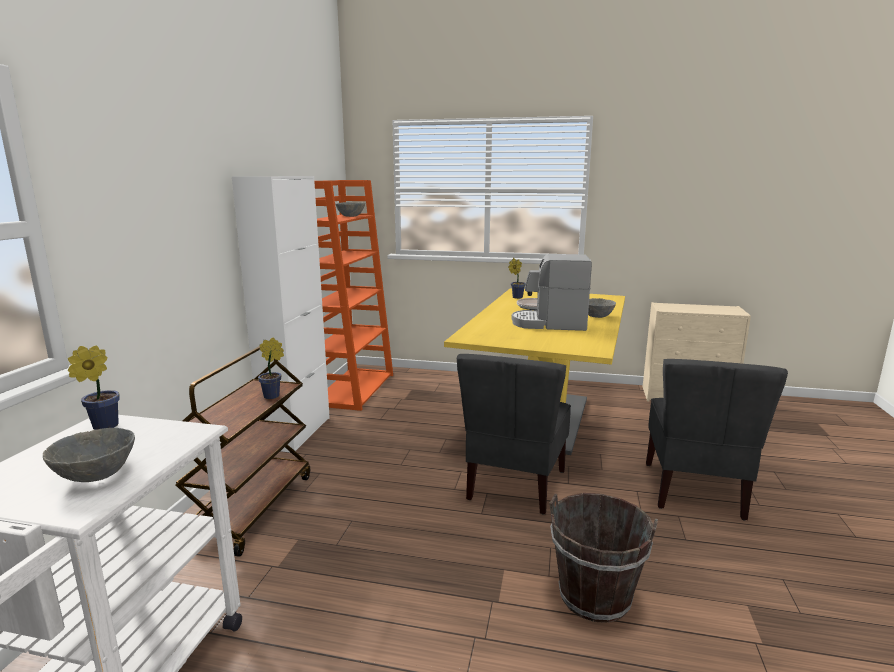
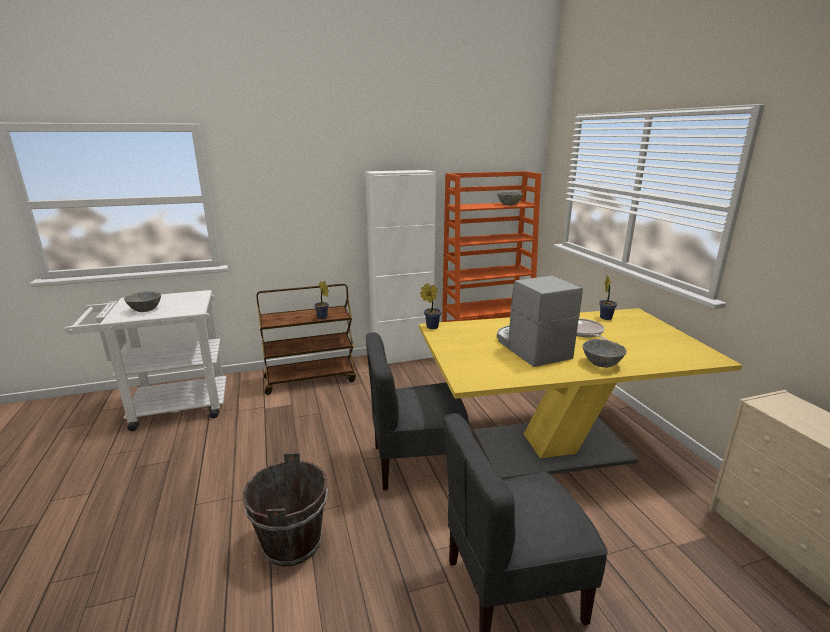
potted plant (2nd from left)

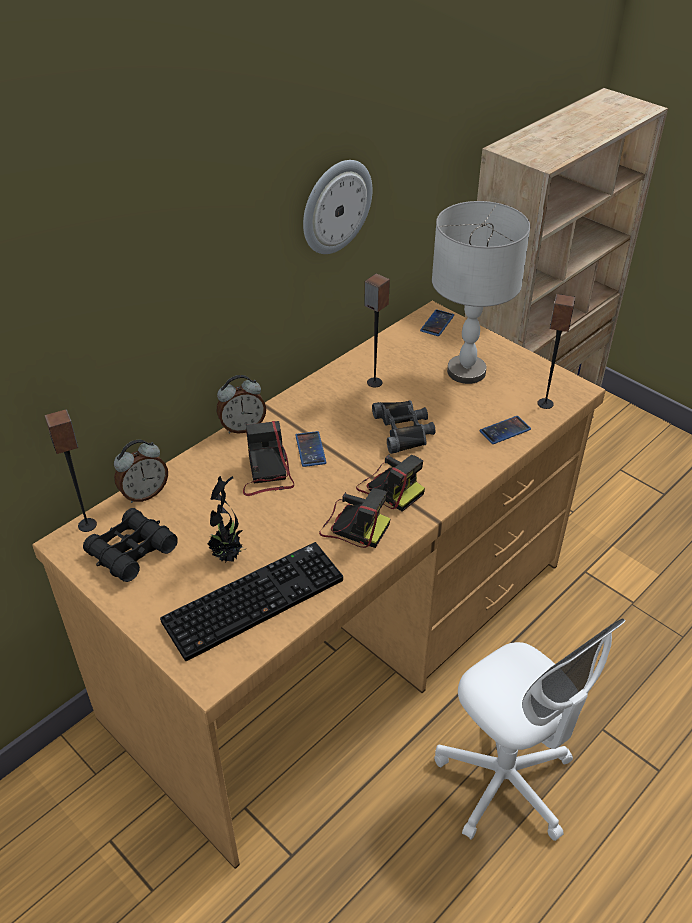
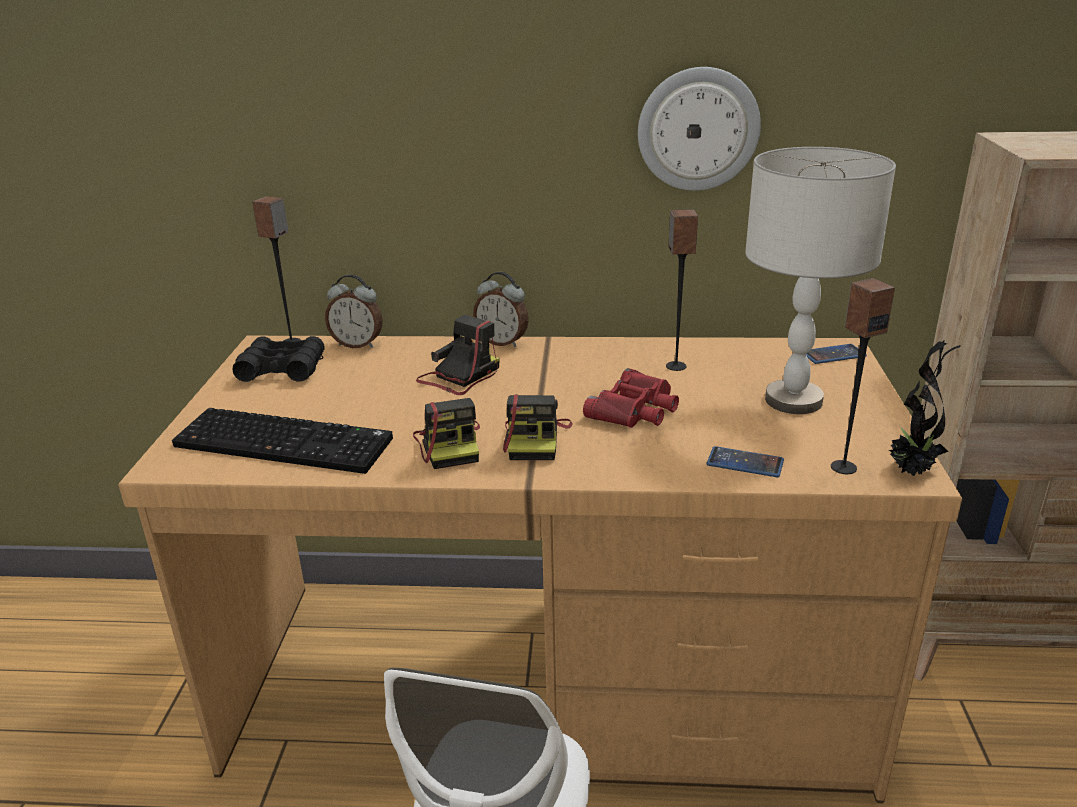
potted plant
telephone (1st from left in the first image)
red-coloured pair of binoculars

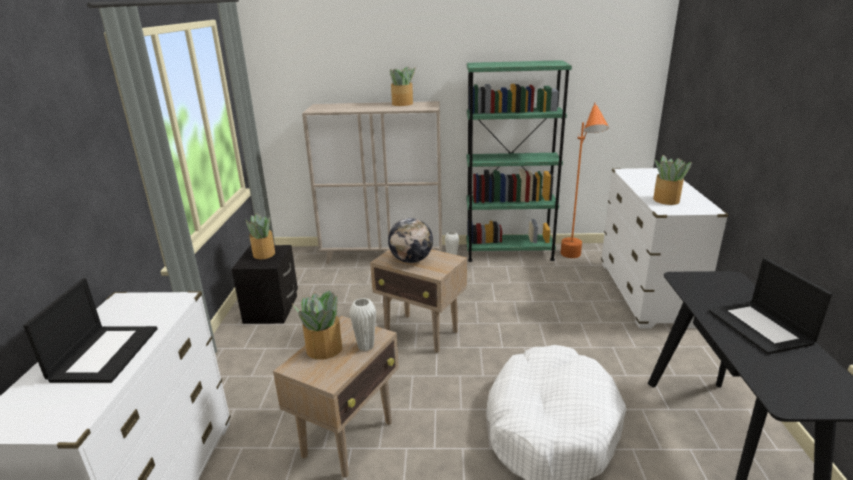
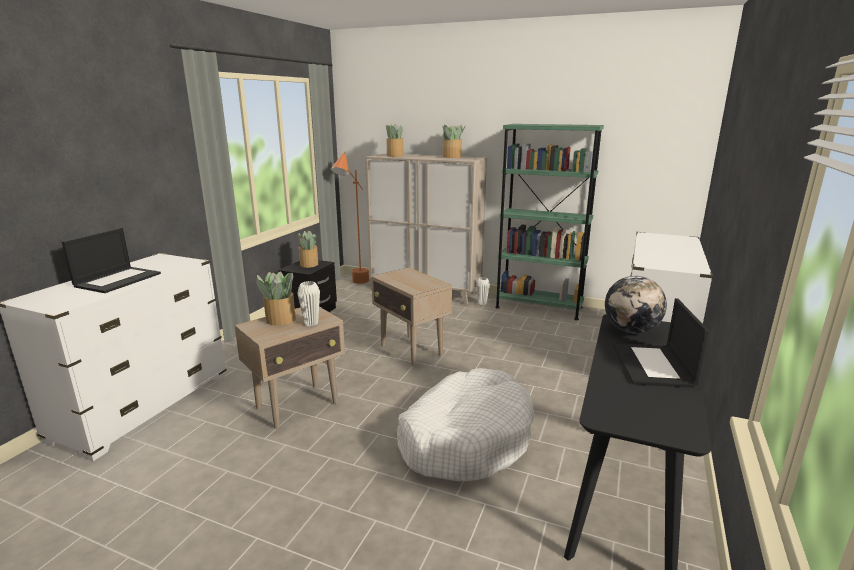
desk globe
orangey standing lamp
potted plant (3rd from left)

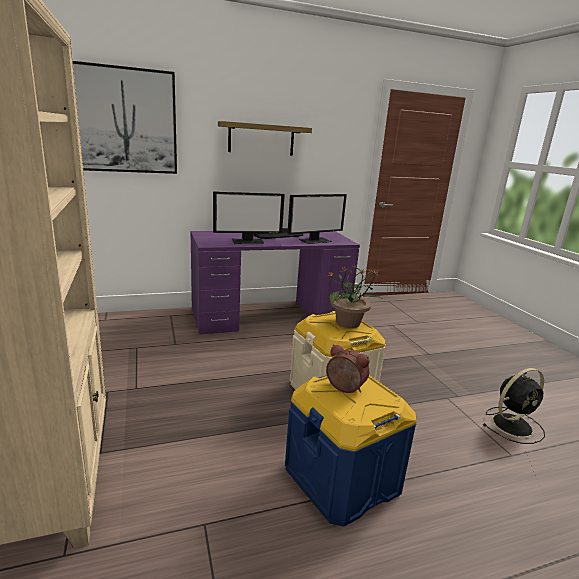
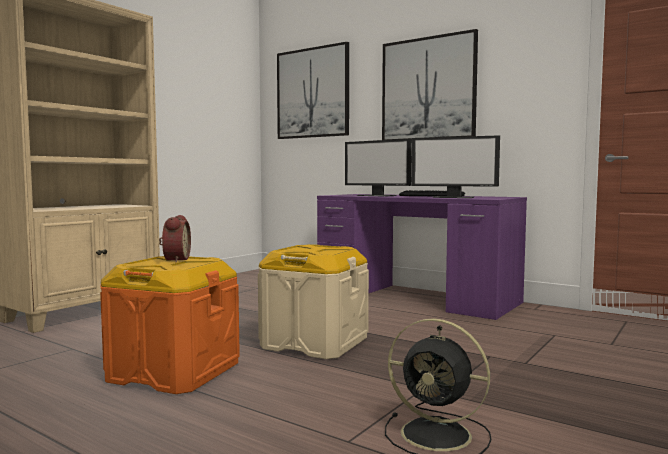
picture (2nd from left)
orangey storage container
potted plant

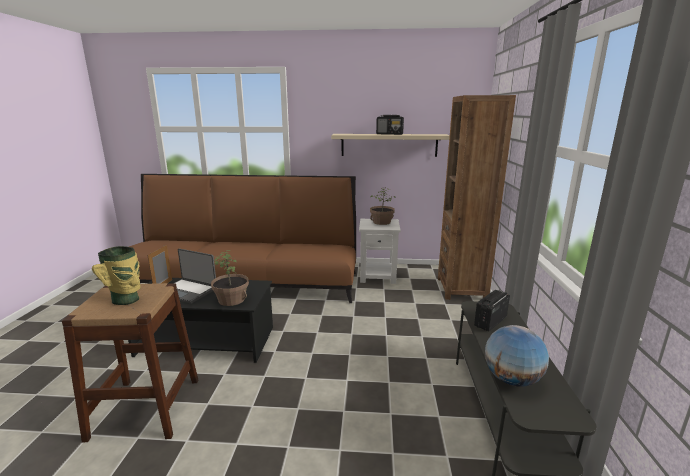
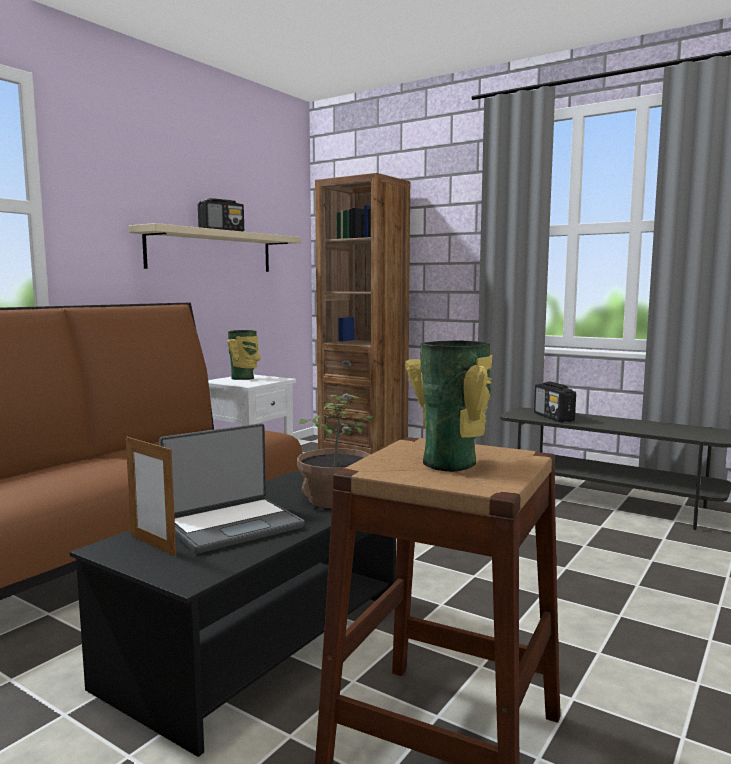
vase (1st from left)
desk globe

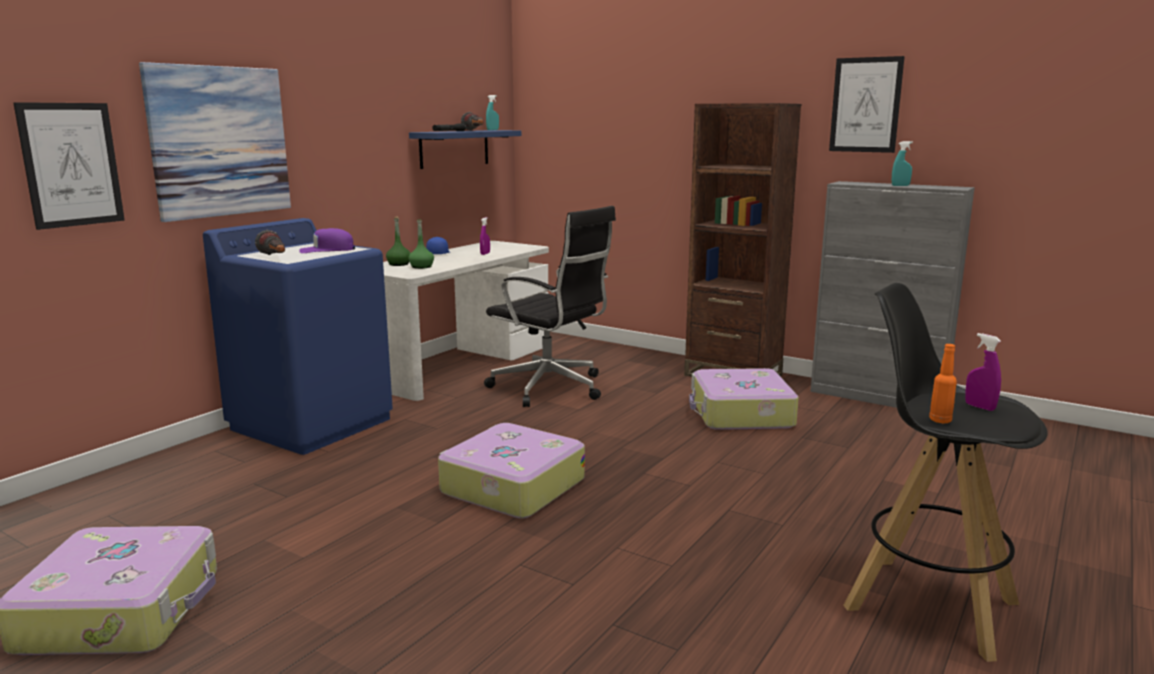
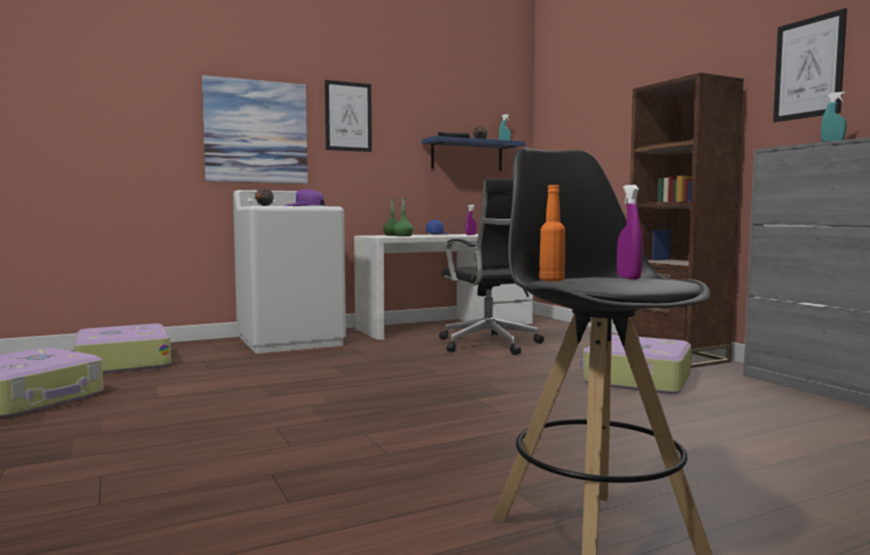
picture (2nd from left)
whitish laundry appliance
travel case (2nd from left)

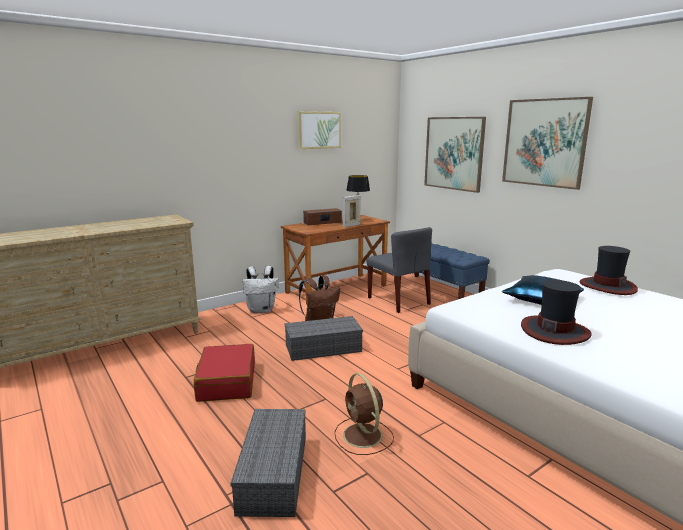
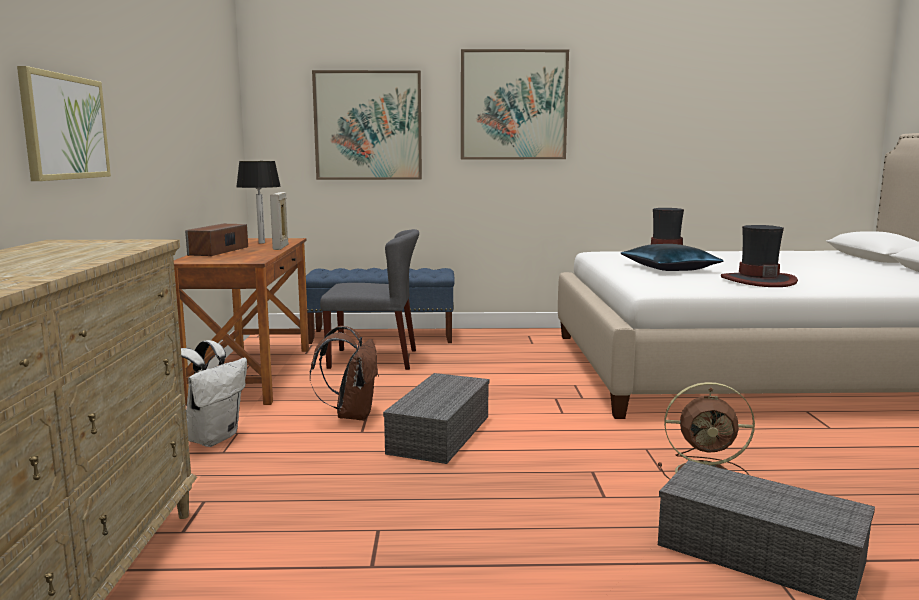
red-coloured travel case
picture (1st from left)

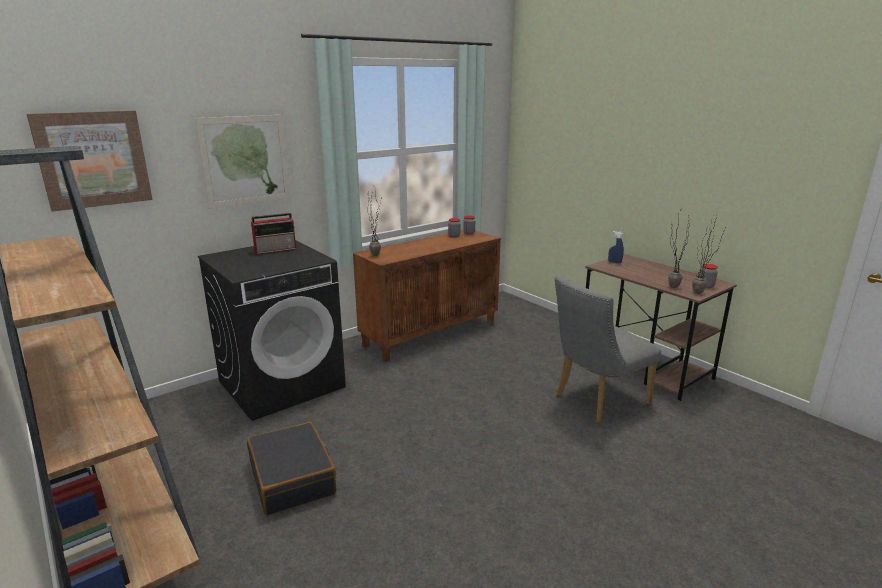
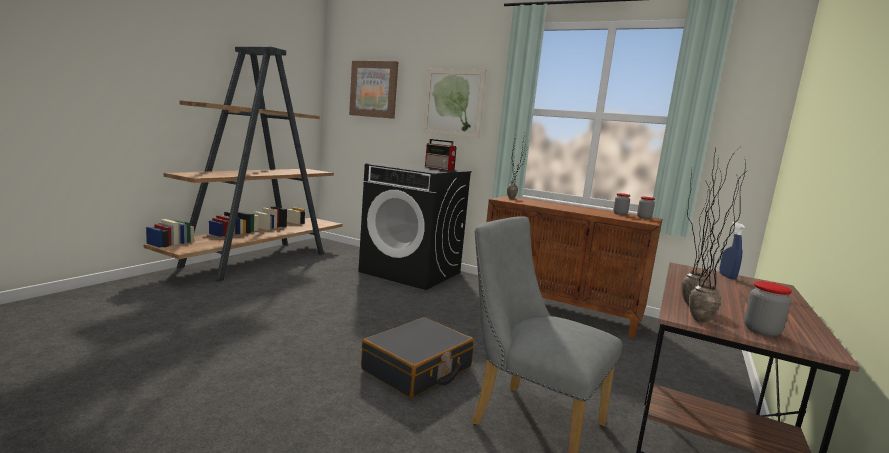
black-coloured travel case

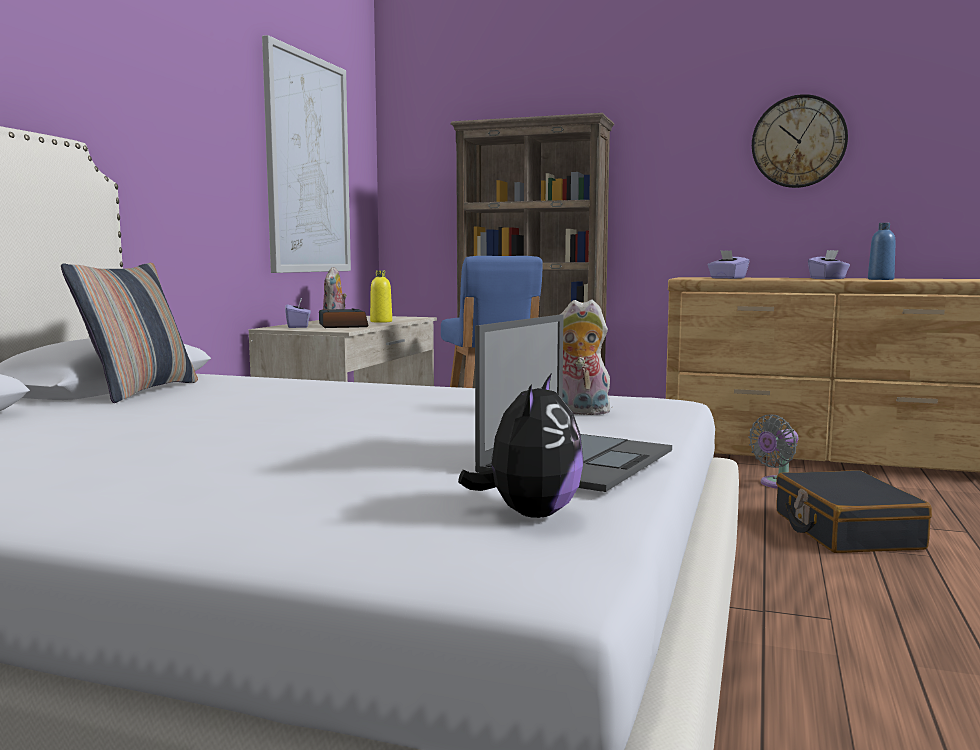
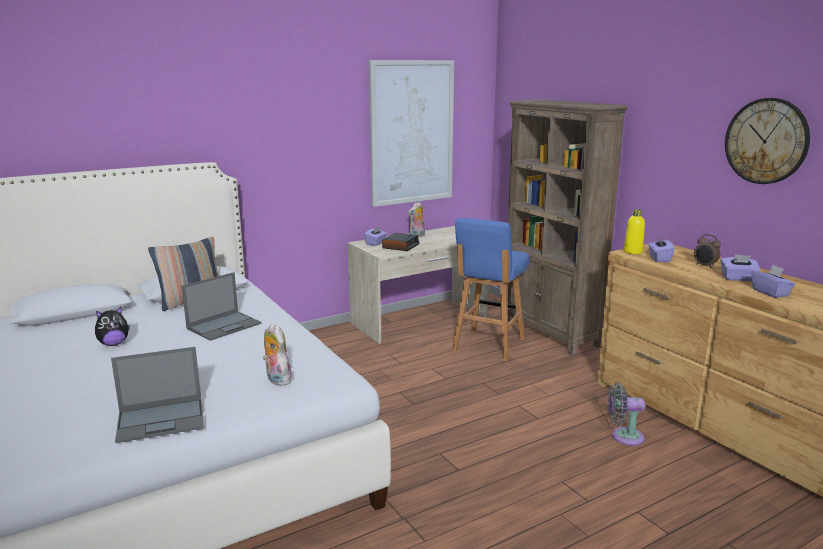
yellow-coloured bottle
soft toy (1st from left)
black-coloured travel case
purplish box of tissues (4th from left)
notebook computer (2nd from left)
table clock (2nd from left)

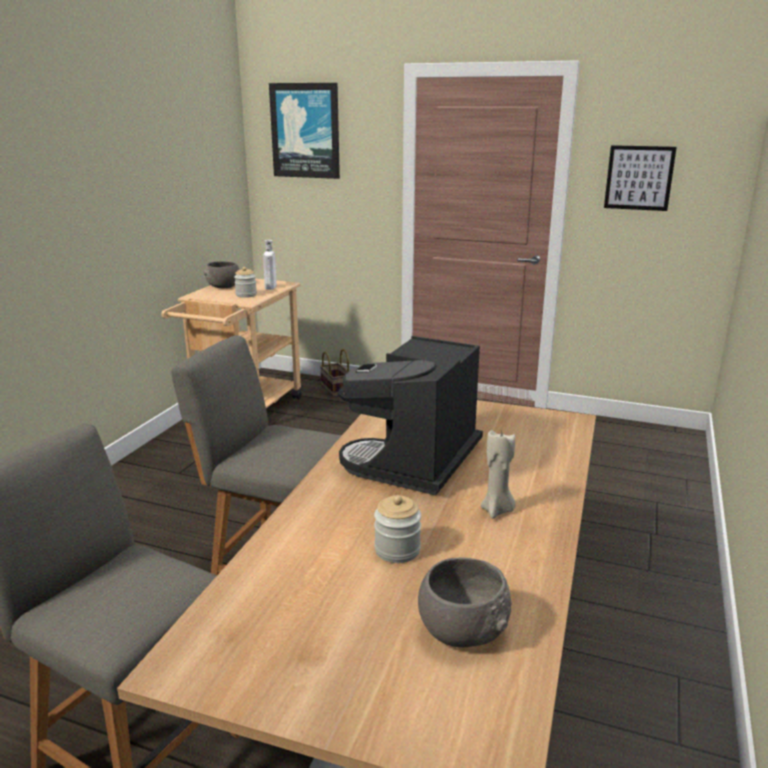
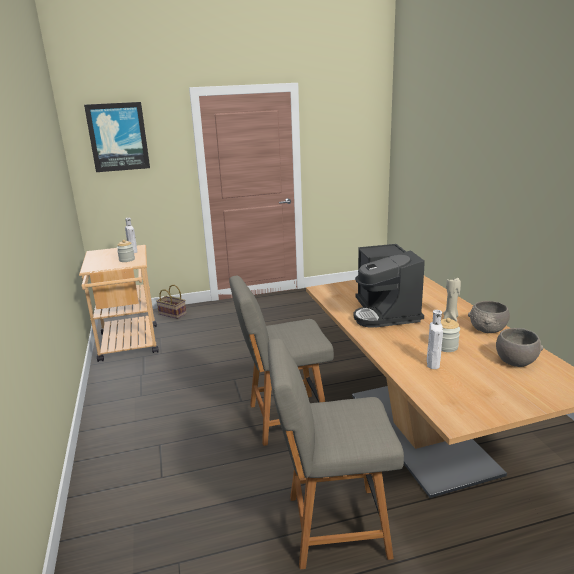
gray bowl (1st from left)
picture (2nd from left in the first image)
whitish bottle (2nd from left)

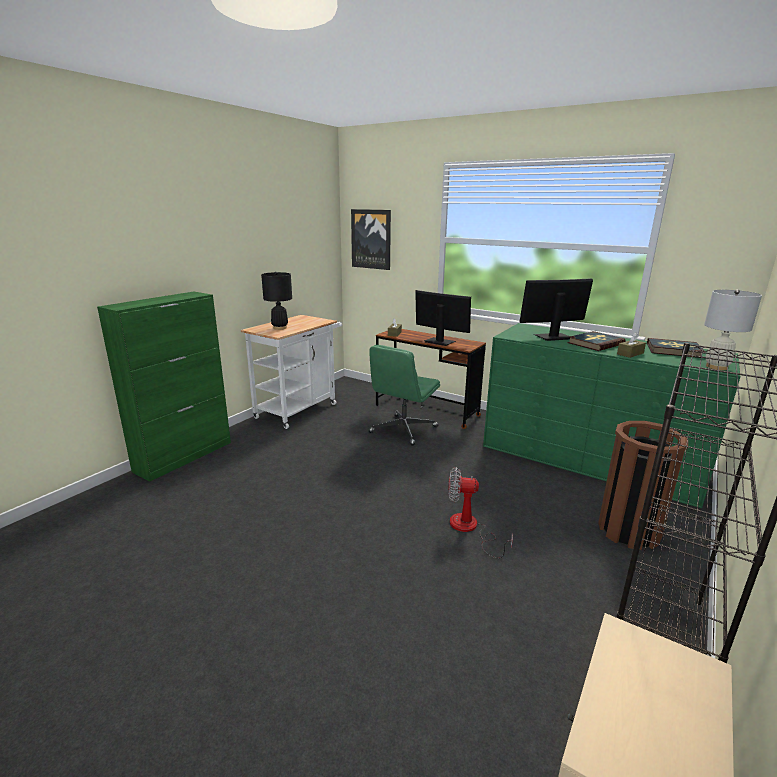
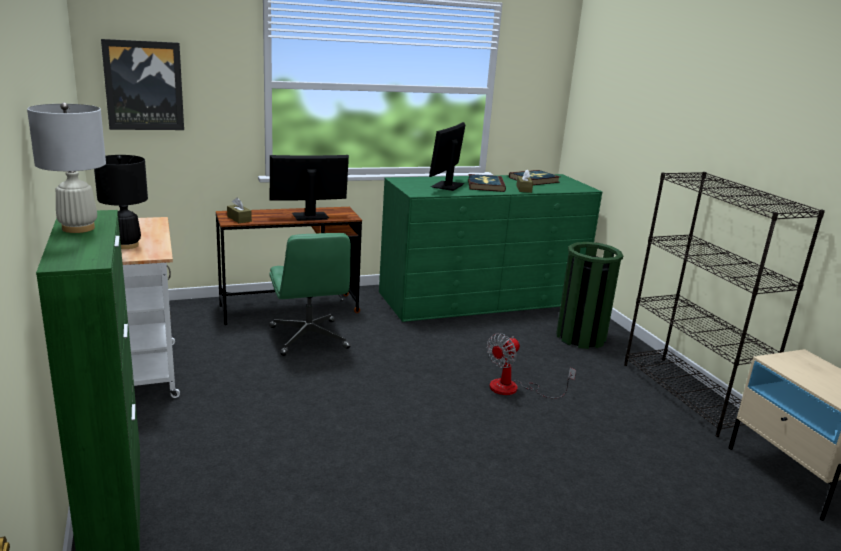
green-coloured trash can
whitish lamp for a table

